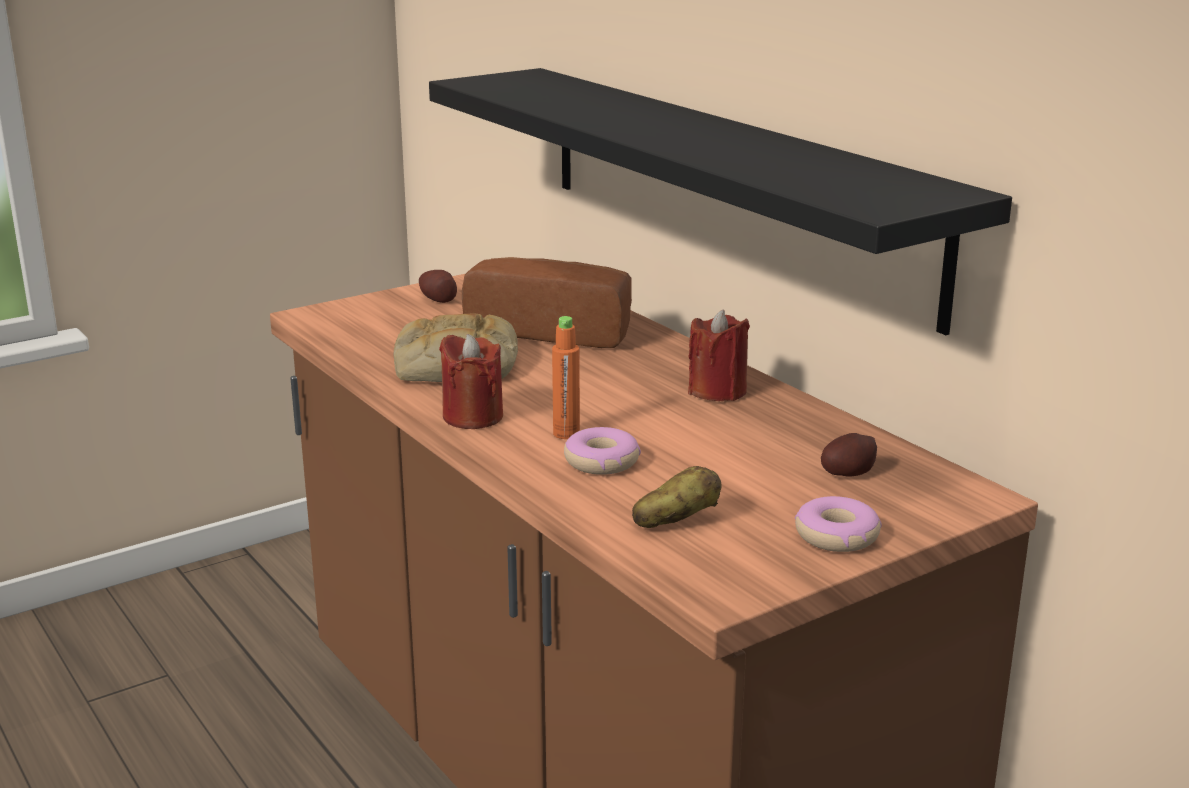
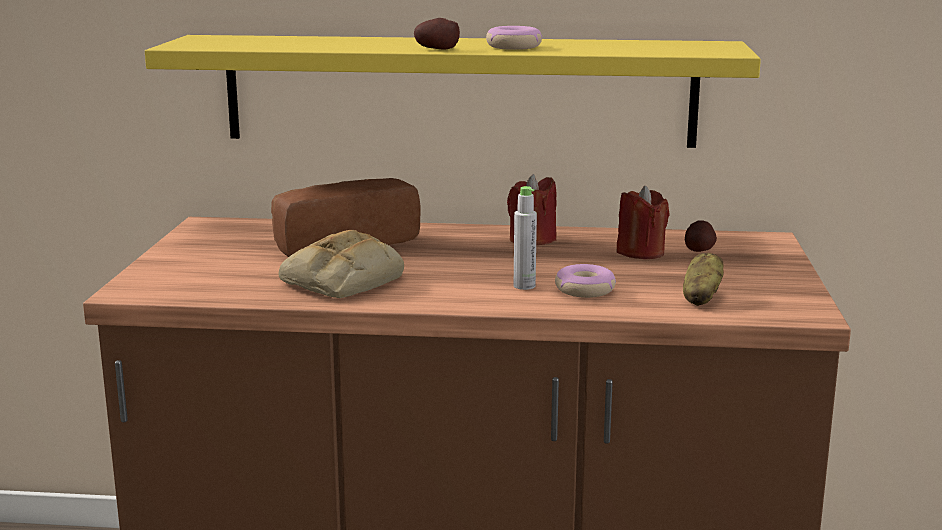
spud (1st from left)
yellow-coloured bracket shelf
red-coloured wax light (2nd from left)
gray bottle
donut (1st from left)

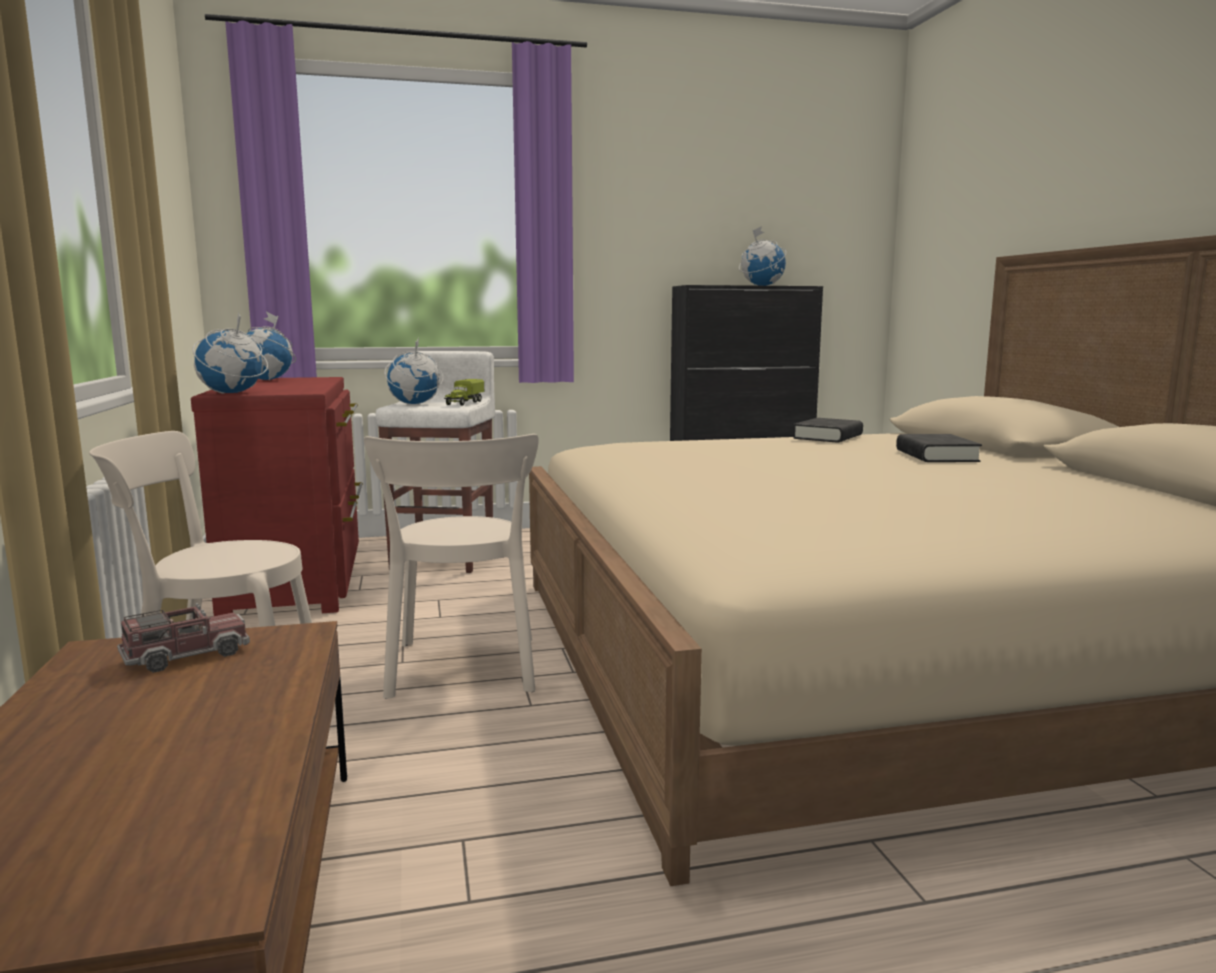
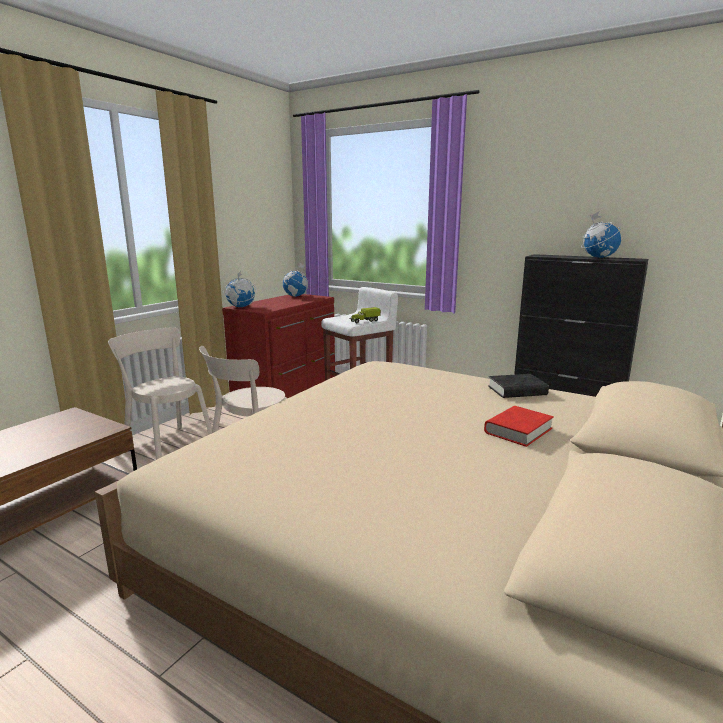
toy lorry (1st from left in the first image)
desk globe (3rd from left in the first image)
red-coloured volume

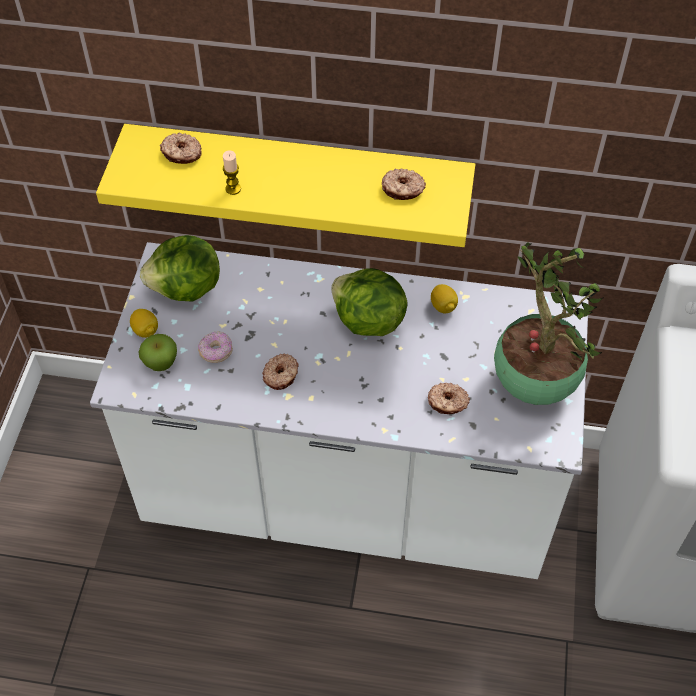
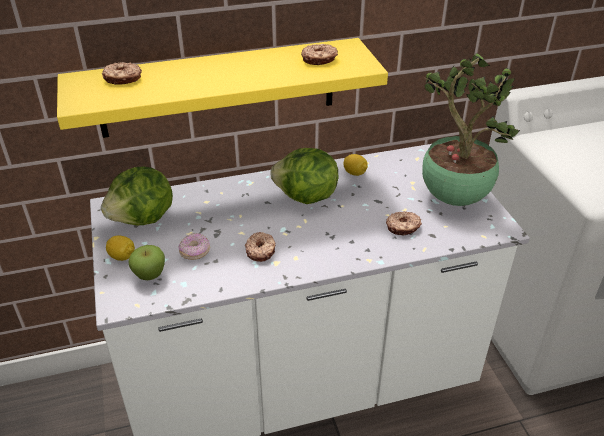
wax light

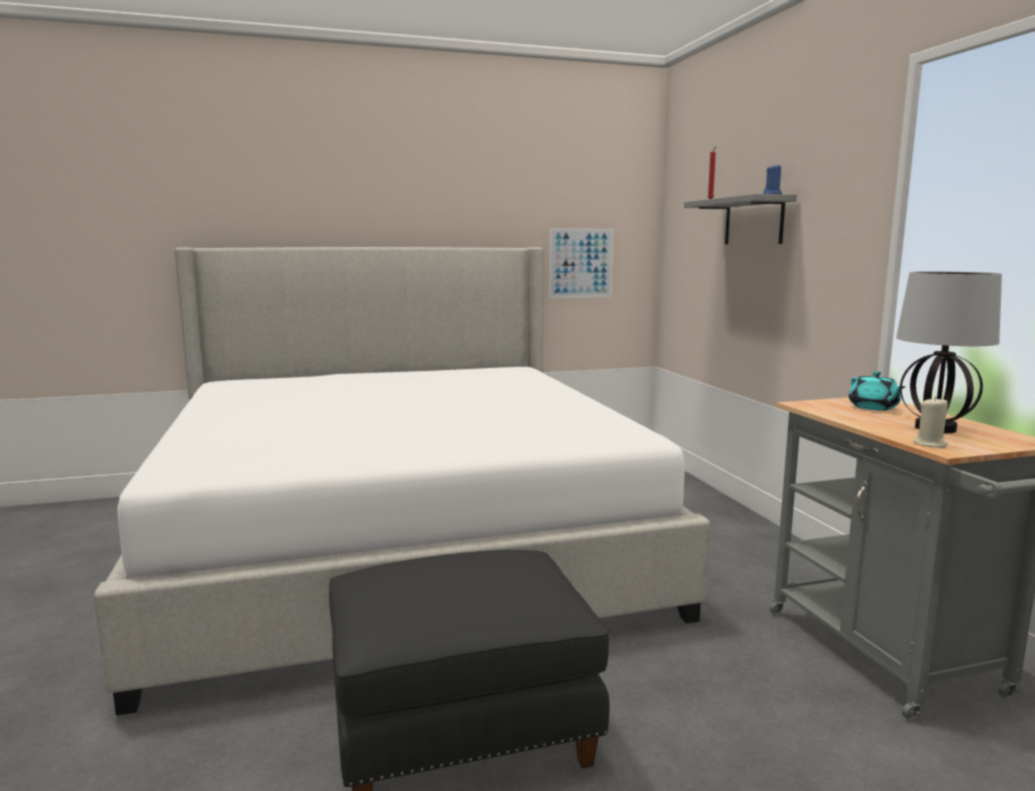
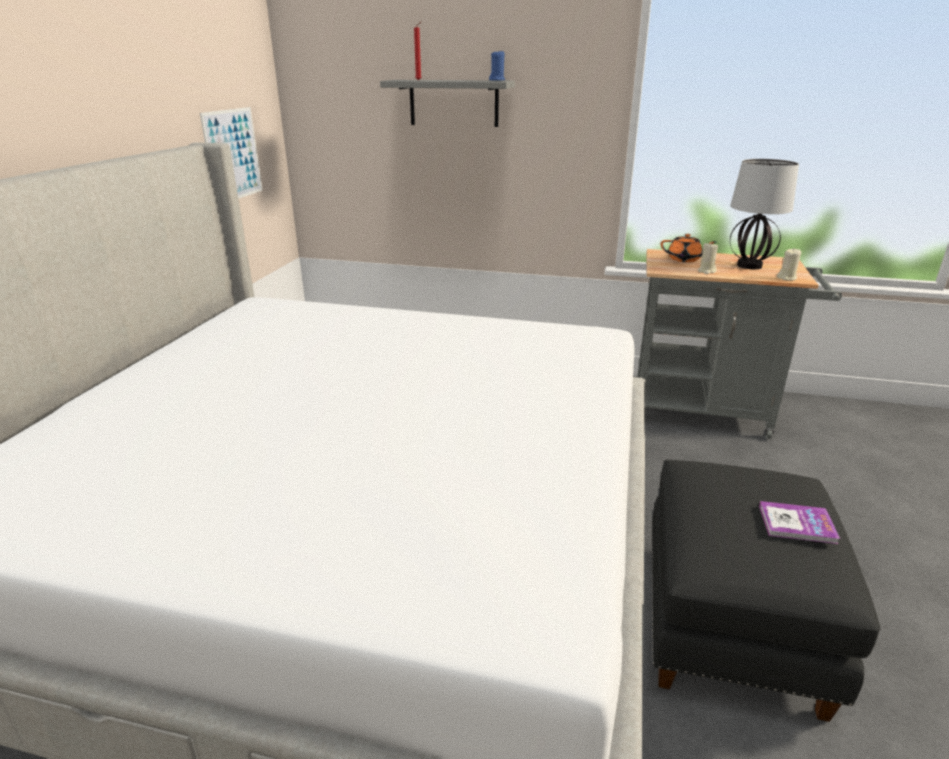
orangey pot for tea
beige wax light (1st from left)
volume

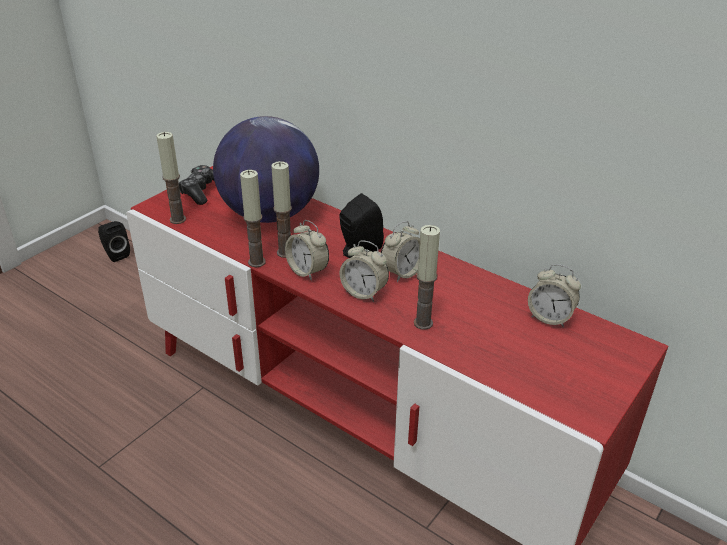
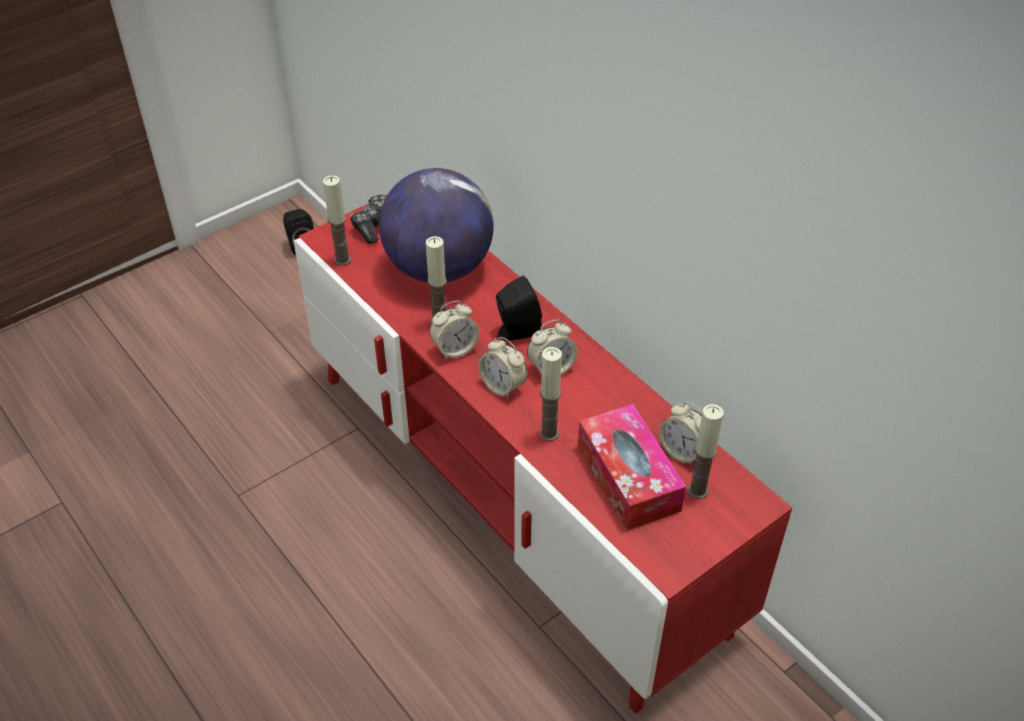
wax light (4th from left)
table clock (1st from left)
box of tissues

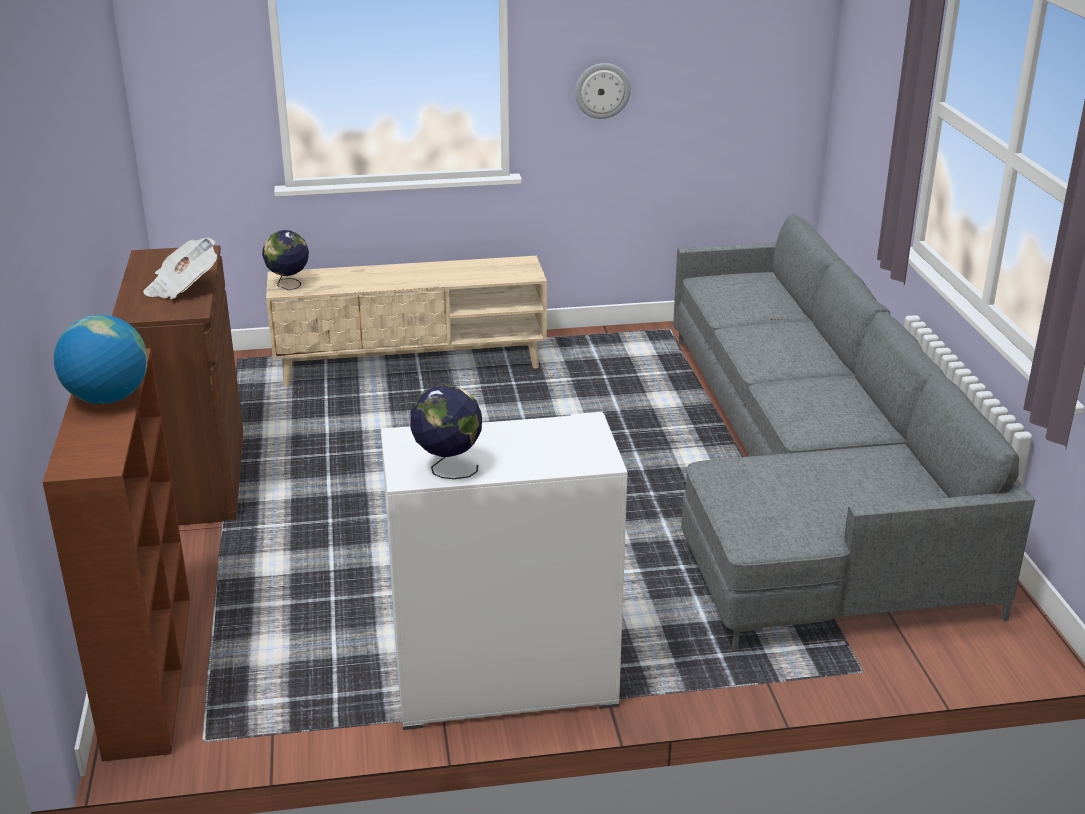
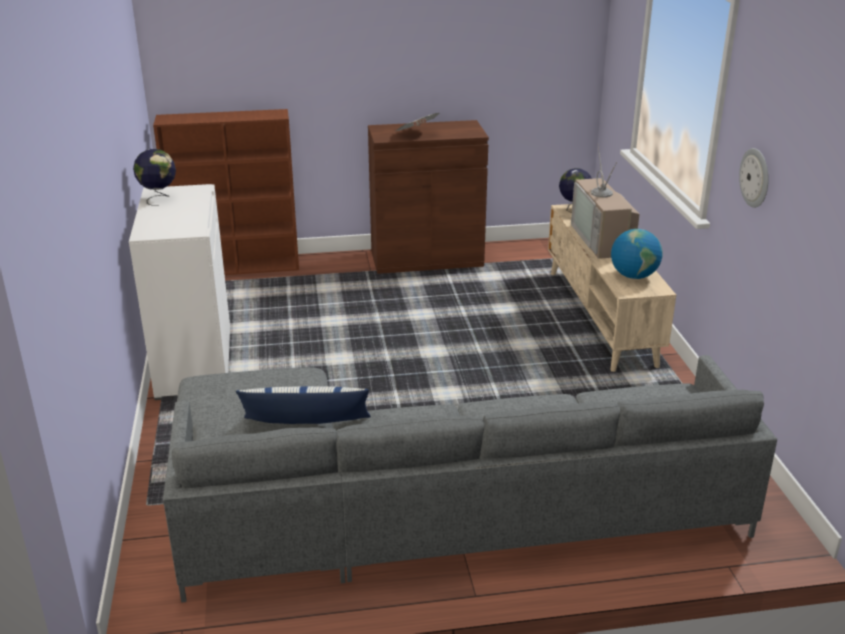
desk globe (3rd from left)
throw pillow
television

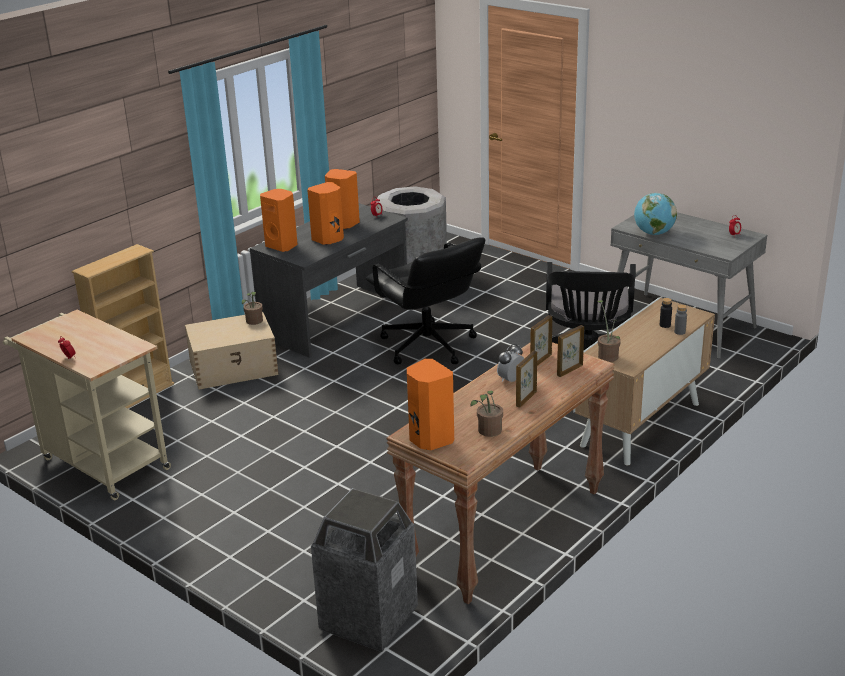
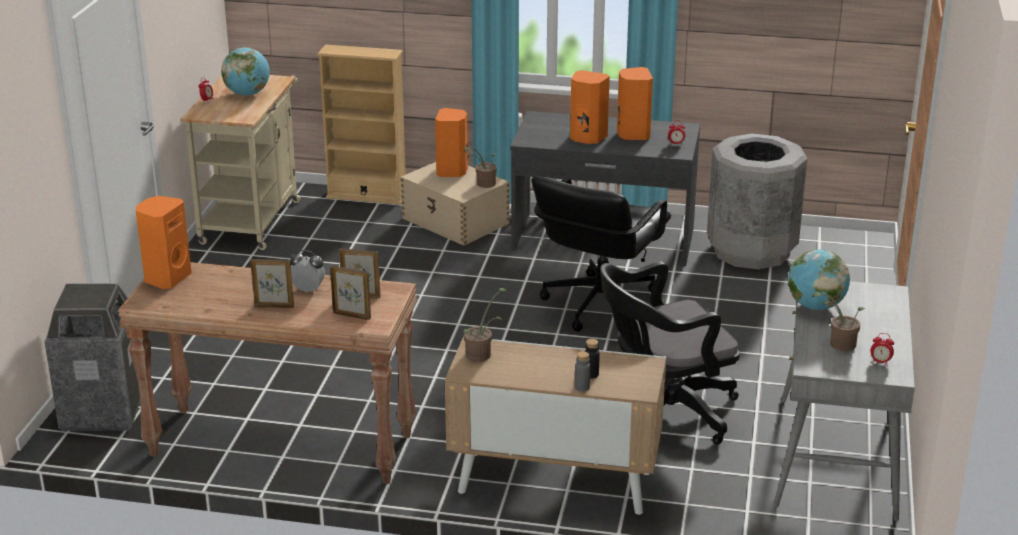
orangey audio speaker (2nd from left)
potted plant (3rd from left)
desk globe (1st from left)

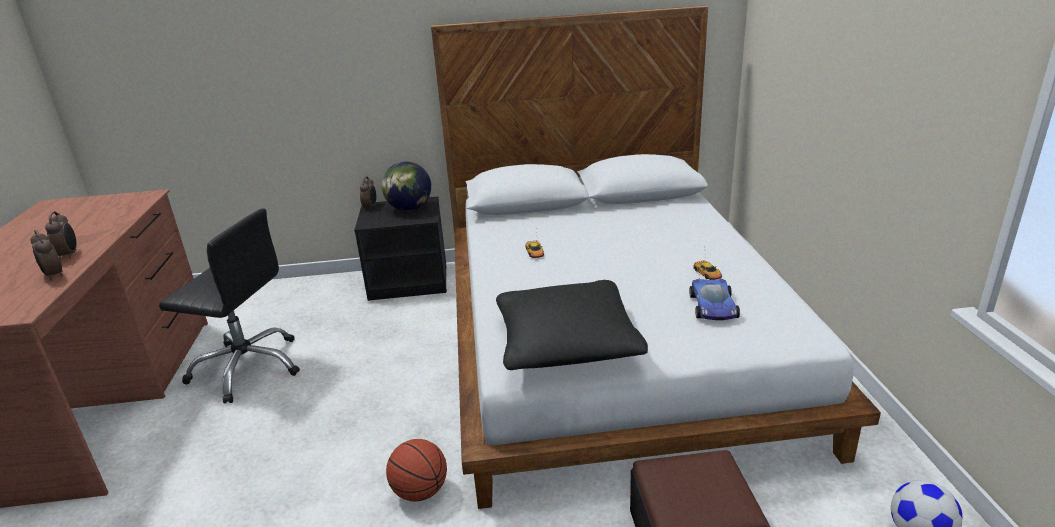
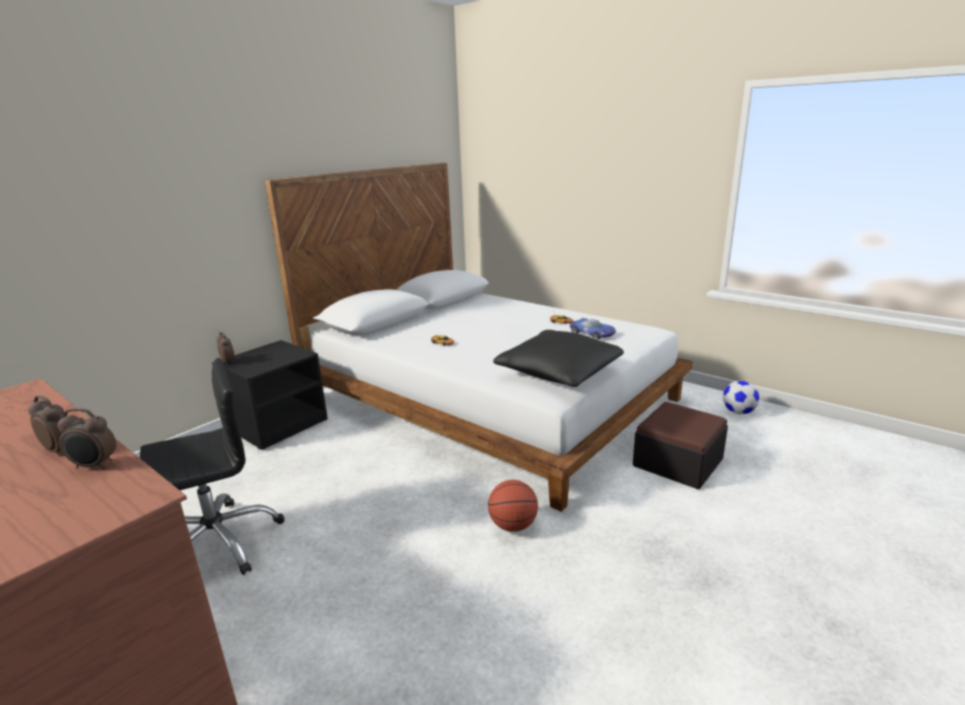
desk globe

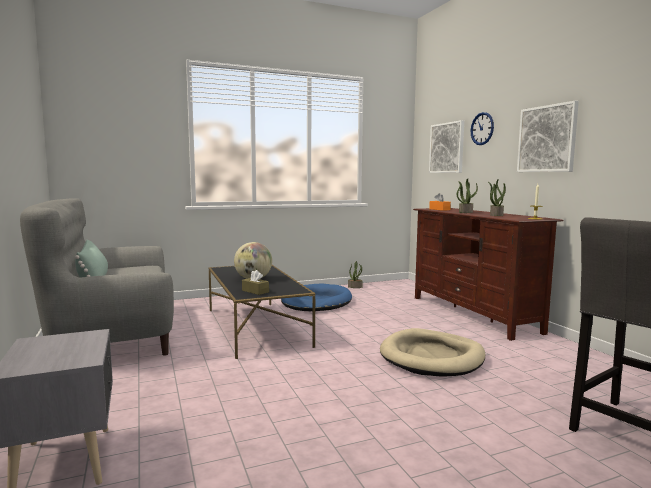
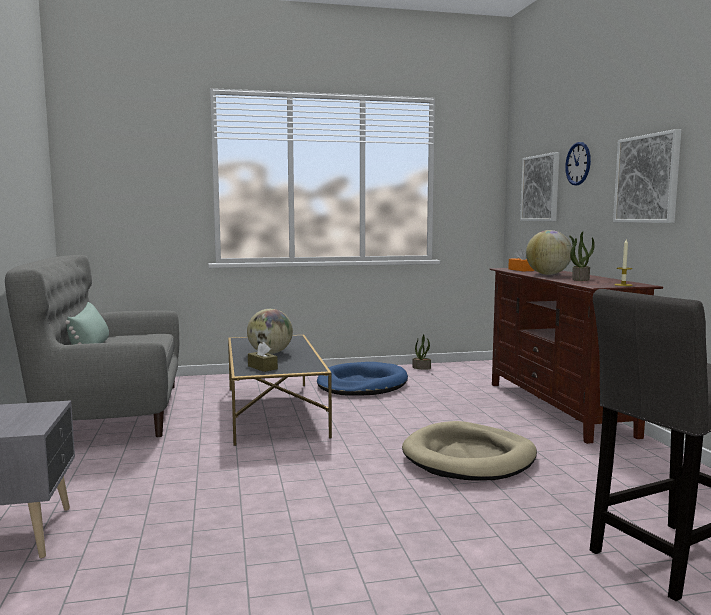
desk globe (2nd from left)

